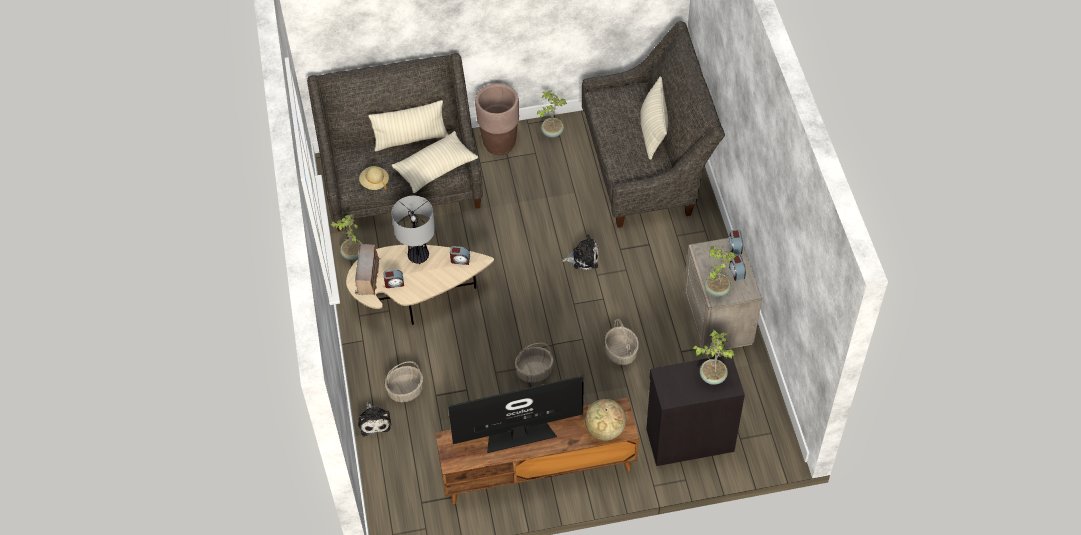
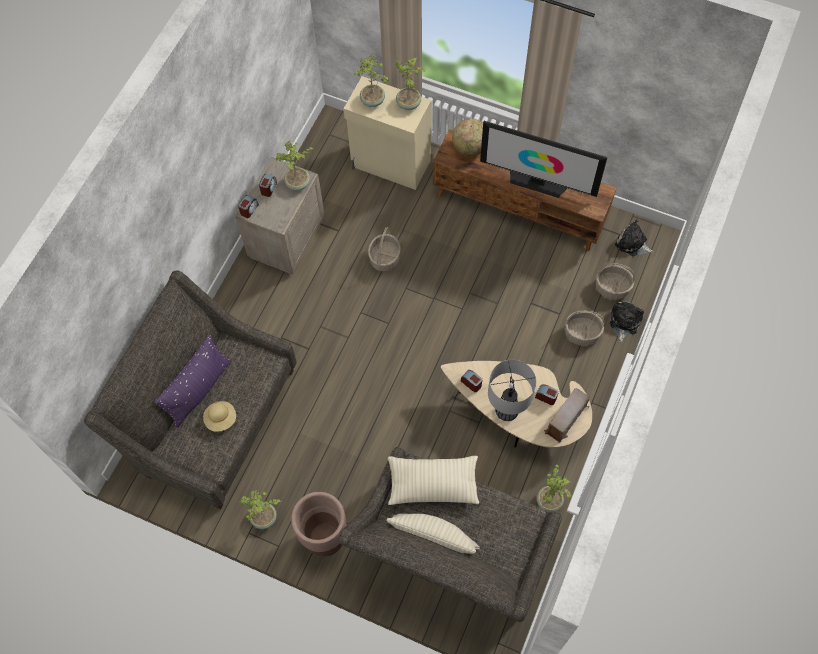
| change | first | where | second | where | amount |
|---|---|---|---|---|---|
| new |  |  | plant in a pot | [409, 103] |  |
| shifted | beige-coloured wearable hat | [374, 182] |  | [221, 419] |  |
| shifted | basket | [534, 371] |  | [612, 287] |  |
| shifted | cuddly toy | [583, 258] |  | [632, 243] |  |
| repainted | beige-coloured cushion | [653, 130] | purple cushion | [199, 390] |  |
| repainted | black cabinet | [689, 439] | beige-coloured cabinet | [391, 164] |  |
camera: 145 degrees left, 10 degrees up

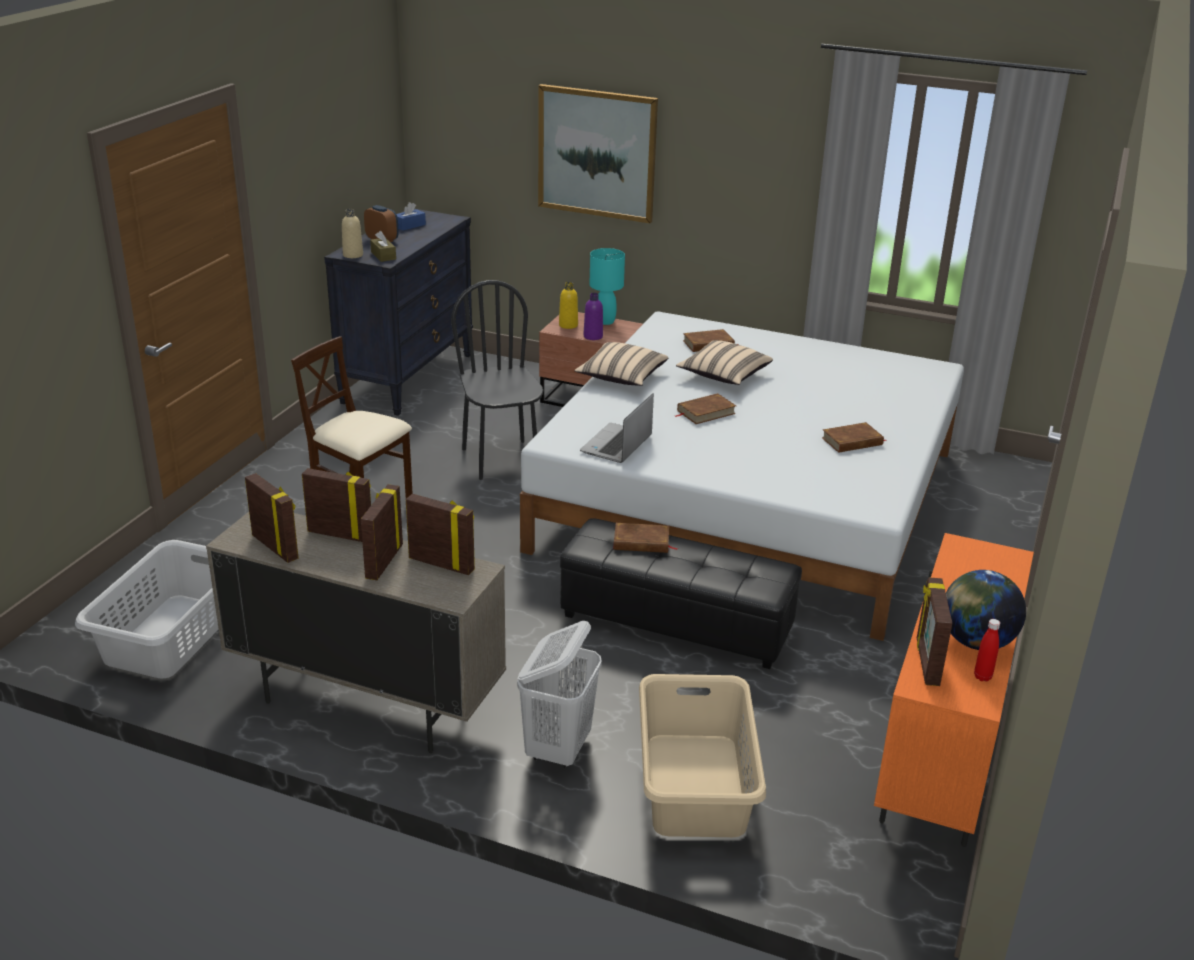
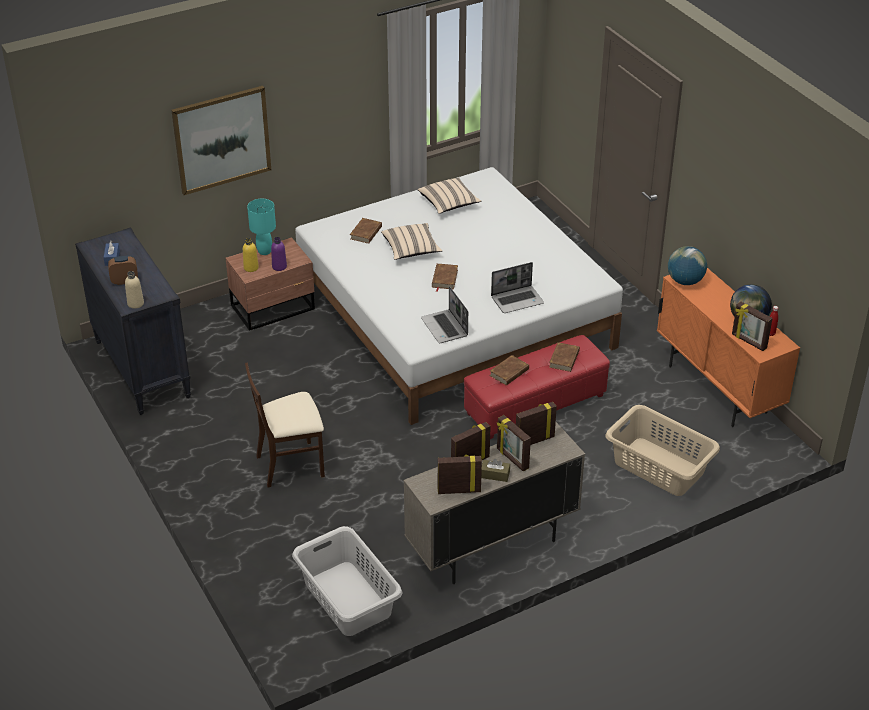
| change | first | where | second | where | amount |
|---|---|---|---|---|---|
| gone | black upright chair | [501, 460] |  |  |  |
| gone | white-coloured laundry basket | [558, 748] |  |  |  |
| new |  |  | notebook computer | [517, 300] |  |
| new |  |  | desk globe | [685, 281] |  |
| shifted | brownish tissue holder | [383, 255] |  | [495, 475] |  |
| shifted | beige-coloured cushion | [621, 378] |  | [449, 204] |  |
| shifted | brownish book | [852, 441] |  | [564, 359] |  |
| repainted | black footrest | [677, 622] | red footrest | [535, 404] |  |
camera: 50 degrees left, 10 degrees up

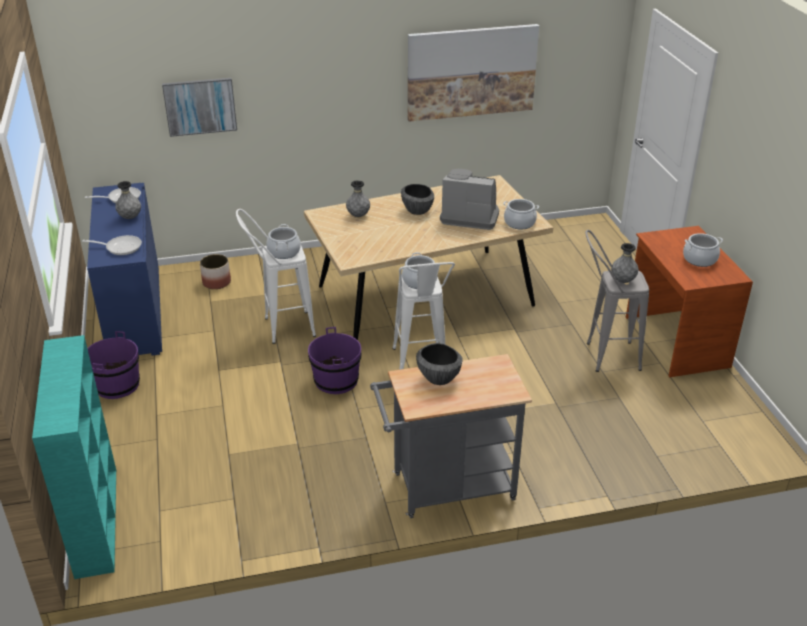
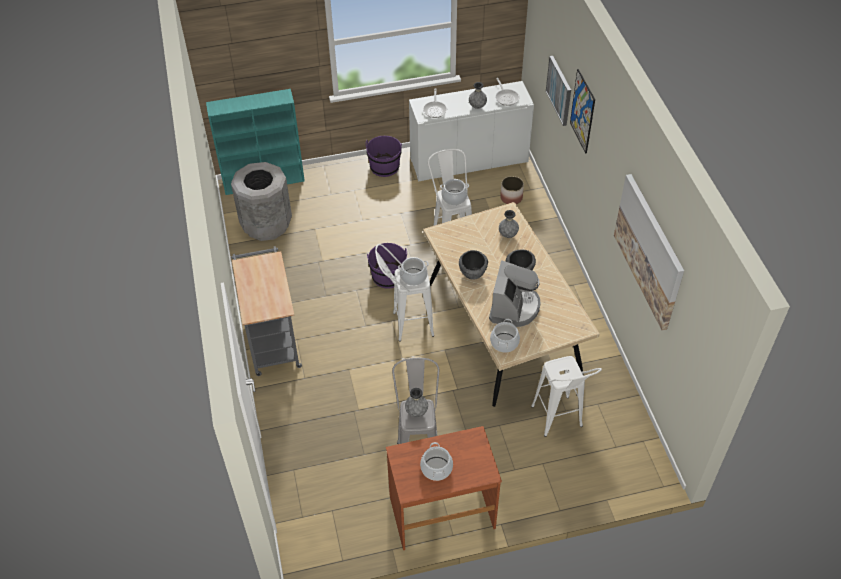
| change | first | where | second | where | amount |
|---|---|---|---|---|---|
| new |  |  | gray rubbish bin | [266, 224] |  |
| new |  |  | white-coloured stool seat | [559, 423] |  |
| new |  |  | picture | [582, 111] |  |
| shifted | deep dish | [439, 379] |  | [472, 274] |  |
| repainted | bluish cabinet | [135, 311] | white-coloured cabinet | [469, 160] |  |
camera: 90 degrees right, 15 degrees up

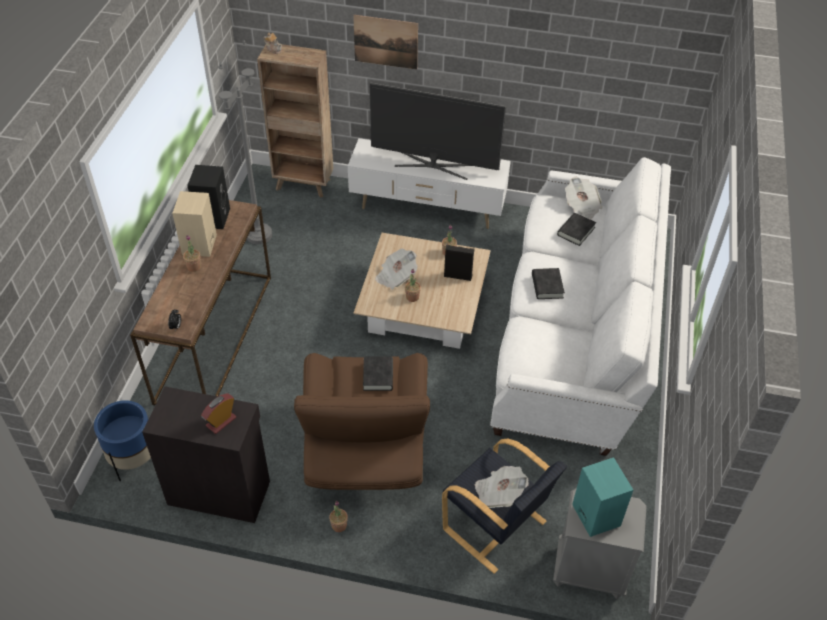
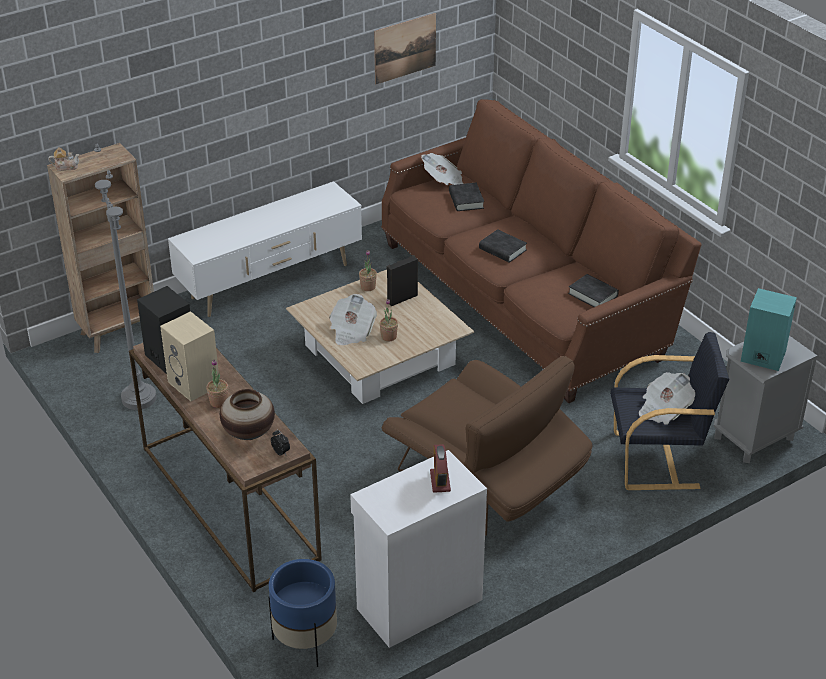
| change | first | where | second | where | amount |
|---|---|---|---|---|---|
| gone | plant in a pot | [339, 525] |  |  |  |
| gone | TV set | [434, 165] |  |  |  |
| new |  |  | decorative vase | [248, 433] |  |
| shifted | picture | [386, 42] |  | [405, 48] |  |
| shifted | black book | [378, 376] |  | [593, 295] |  |
| repainted | black cabinet | [219, 491] | white-coloured cabinet | [417, 603] |  |
| repainted | white-coloured sofa | [574, 335] | brownish sofa | [526, 297] |  |
camera: 45 degrees left, 10 degrees down

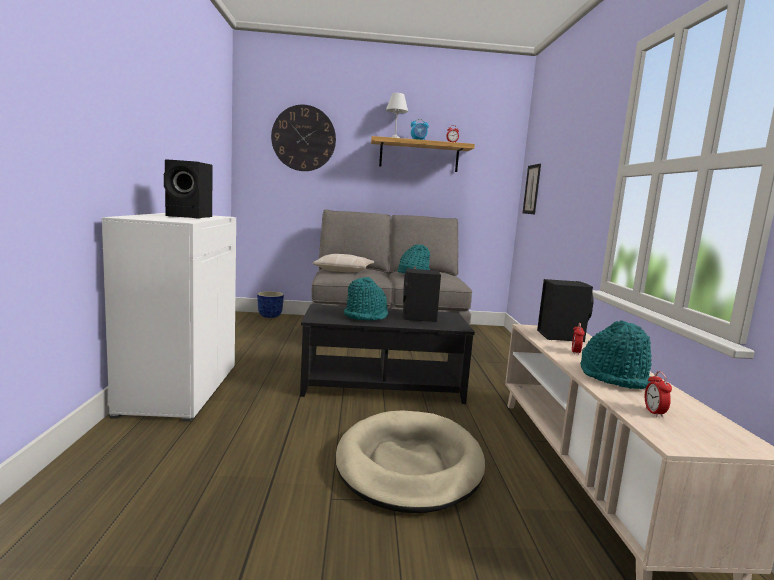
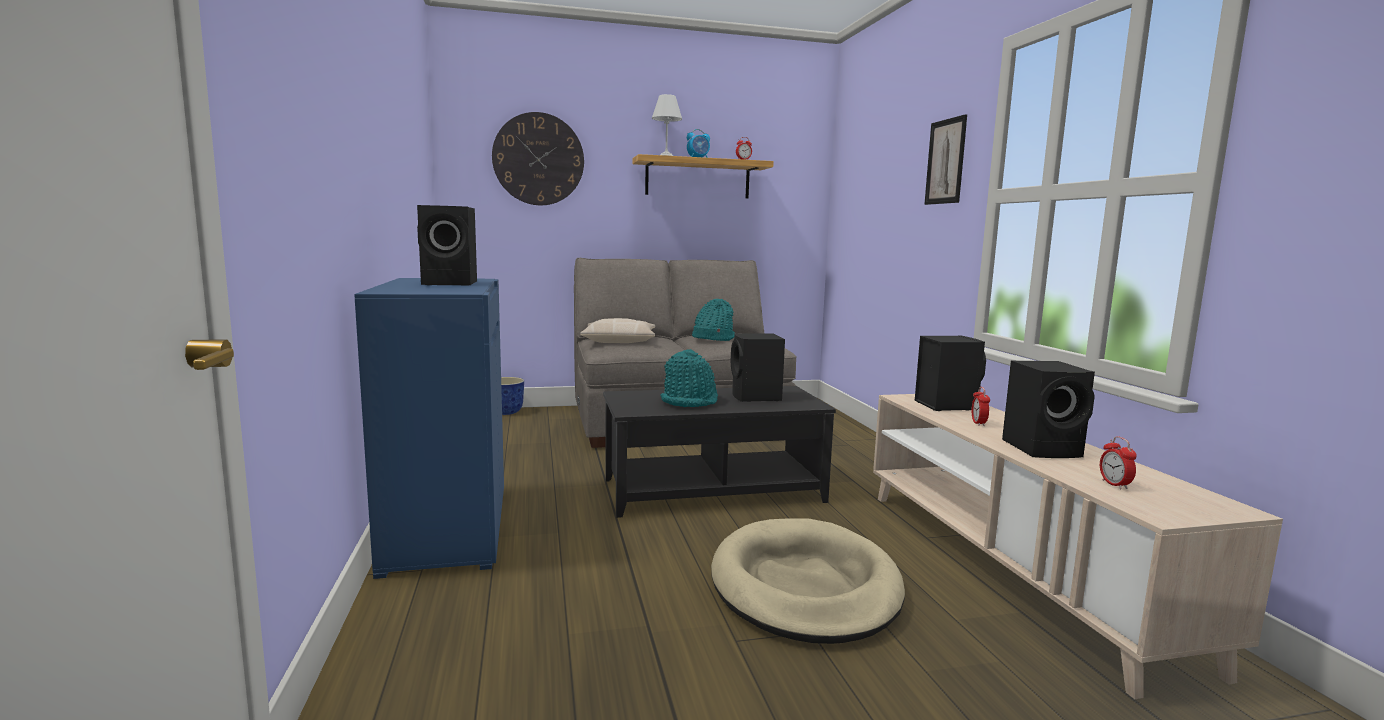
| change | first | where | second | where | amount |
|---|---|---|---|---|---|
| shifted | picture | [532, 189] |  | [945, 161] |  |
| swapped | turquoise wearable hat | [615, 377] | black loudspeaker | [1044, 449] |  |
| repainted | white-coloured cabinet | [179, 389] | bluish cabinet | [446, 527] |  |
camera: 10 degrees left, 0 degrees up

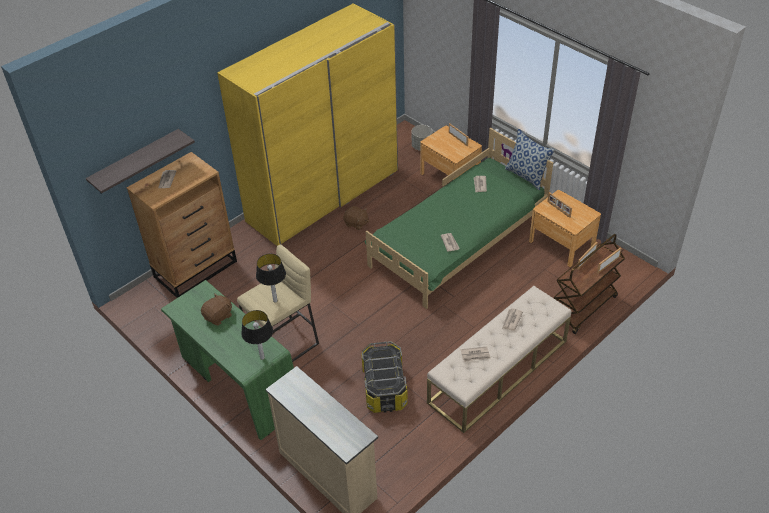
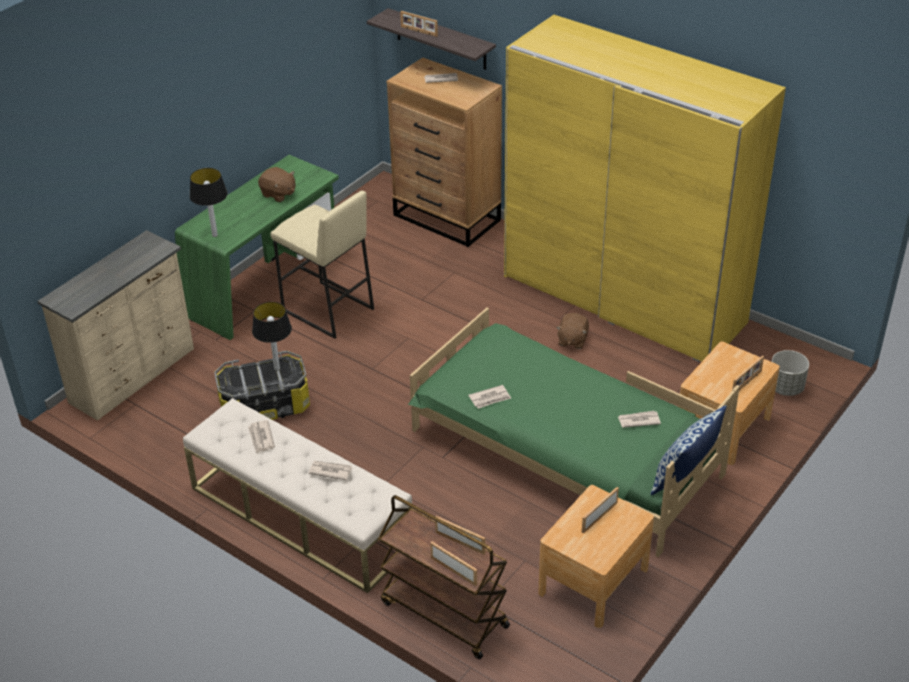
| change | first | where | second | where | amount |
|---|---|---|---|---|---|
| new |  |  | photo frame | [418, 31] |  |
| shifted | lamp for a table | [275, 300] |  | [277, 369] |  |
camera: 80 degrees right, 5 degrees down

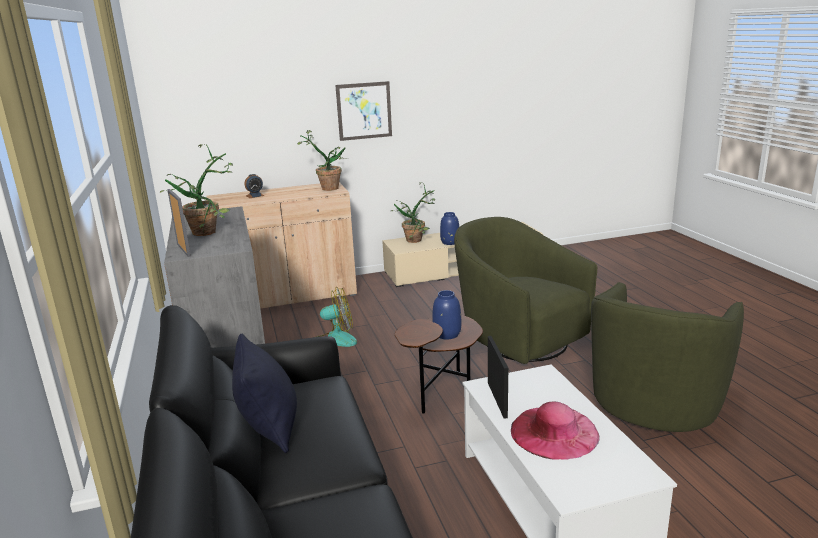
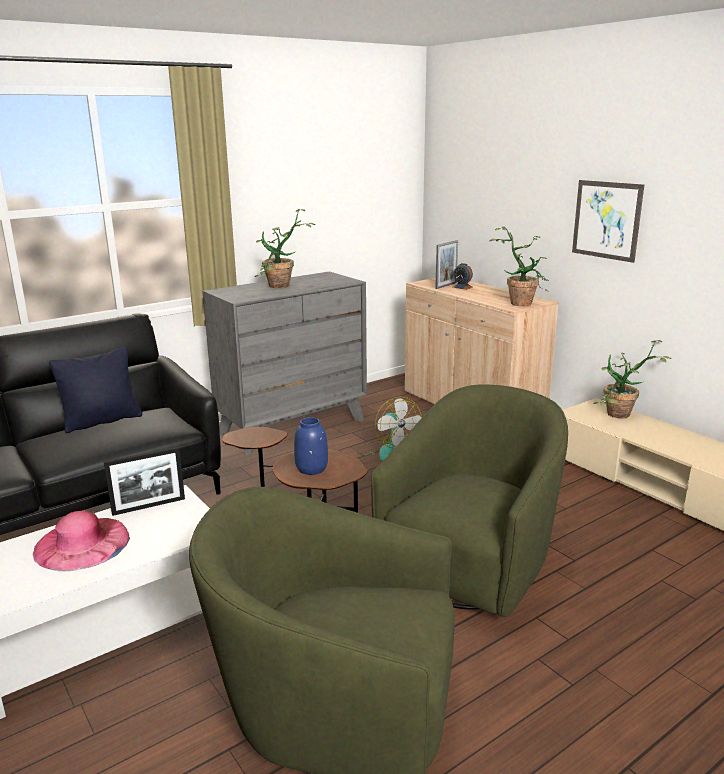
| change | first | where | second | where | amount |
|---|---|---|---|---|---|
| gone | bluish decorative vase | [450, 242] |  |  |  |
| shifted | photo frame | [183, 250] |  | [446, 285] |  |
camera: 70 degrees right, 0 degrees up

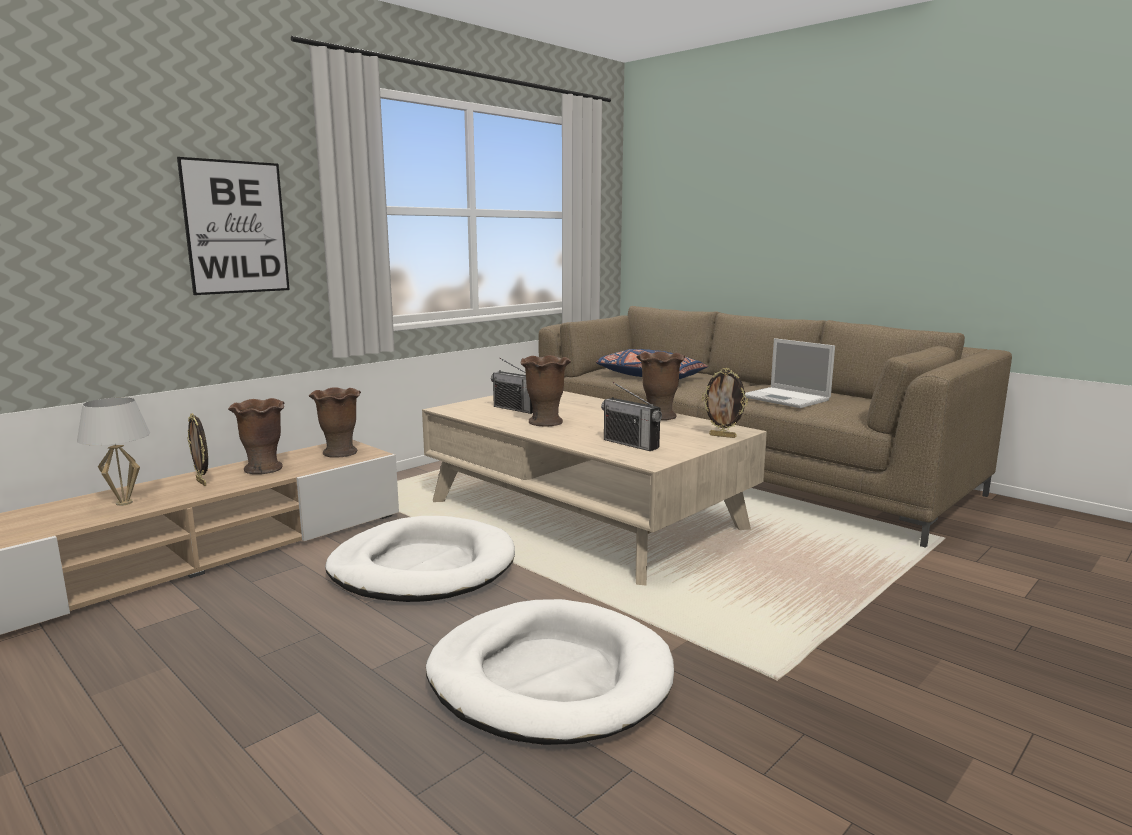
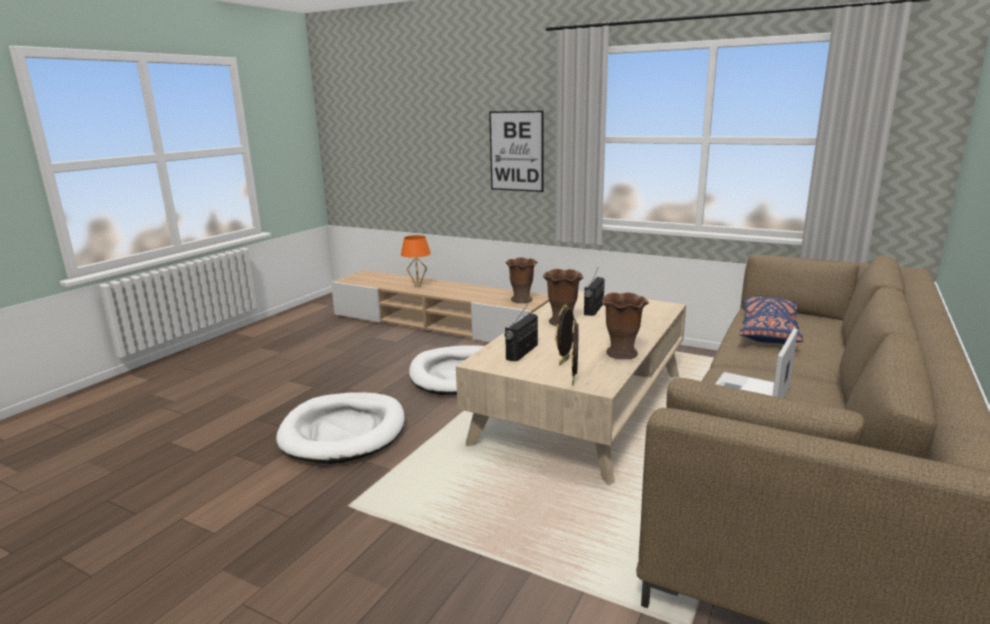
| change | first | where | second | where | amount |
|---|---|---|---|---|---|
| gone | brownish decorative vase | [263, 469] |  |  |  |
| shifted | photo frame | [202, 482] |  | [565, 361] |  |
| repainted | white-coloured lamp for a table | [124, 503] | orangey lamp for a table | [417, 286] |  |
camera: 75 degrees right, 5 degrees up

